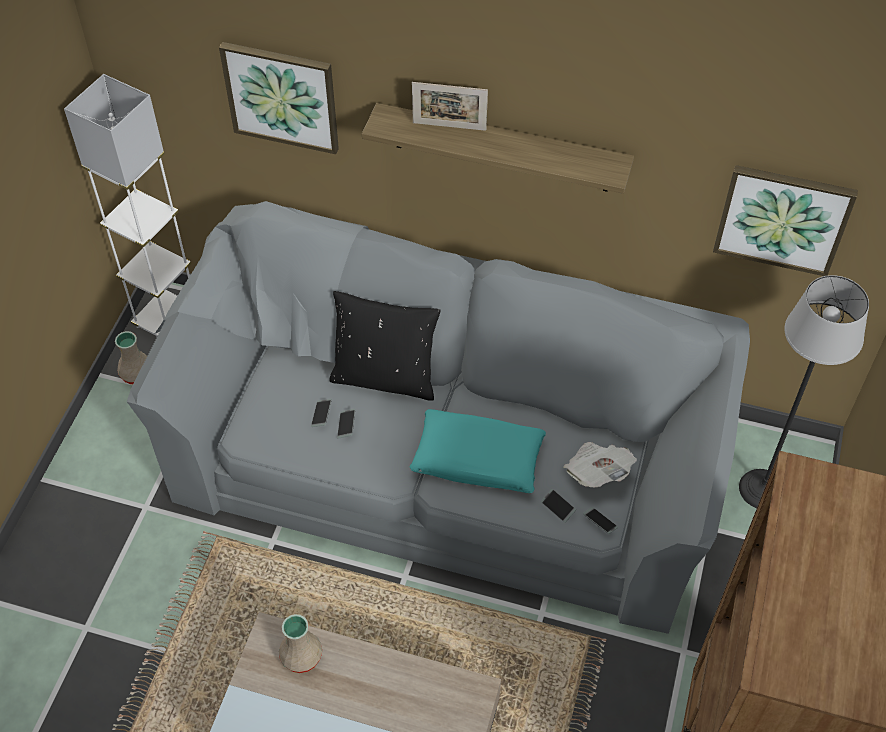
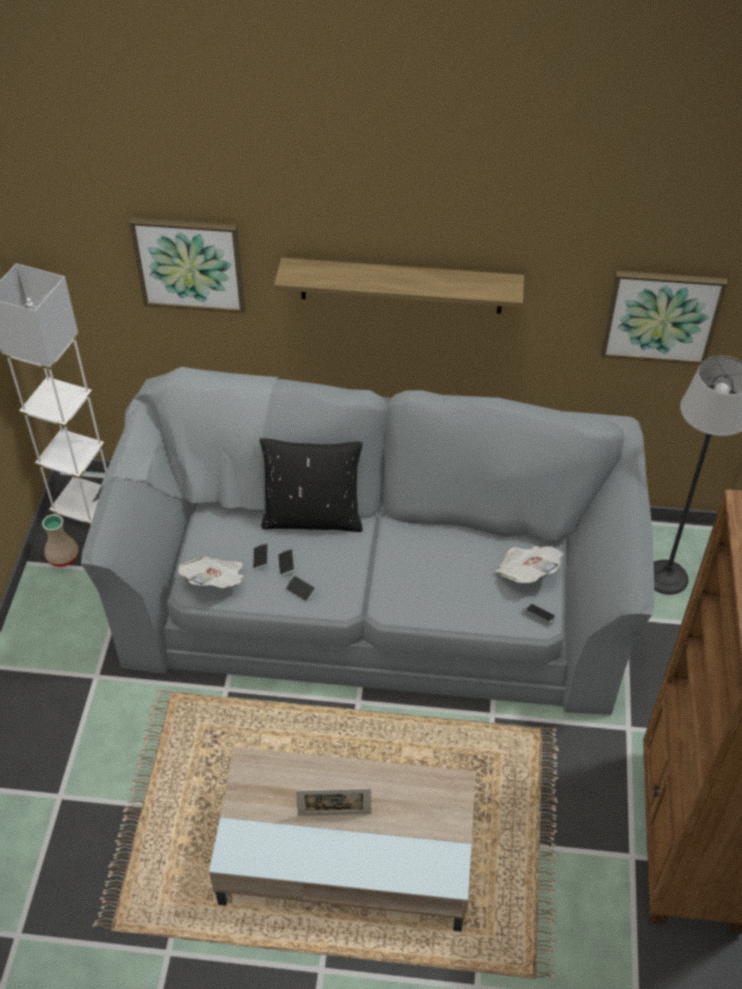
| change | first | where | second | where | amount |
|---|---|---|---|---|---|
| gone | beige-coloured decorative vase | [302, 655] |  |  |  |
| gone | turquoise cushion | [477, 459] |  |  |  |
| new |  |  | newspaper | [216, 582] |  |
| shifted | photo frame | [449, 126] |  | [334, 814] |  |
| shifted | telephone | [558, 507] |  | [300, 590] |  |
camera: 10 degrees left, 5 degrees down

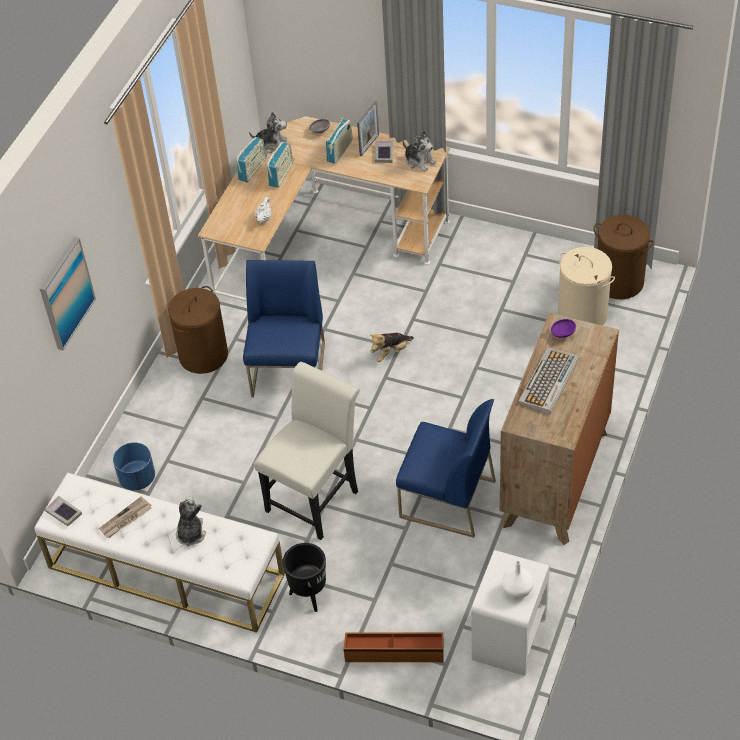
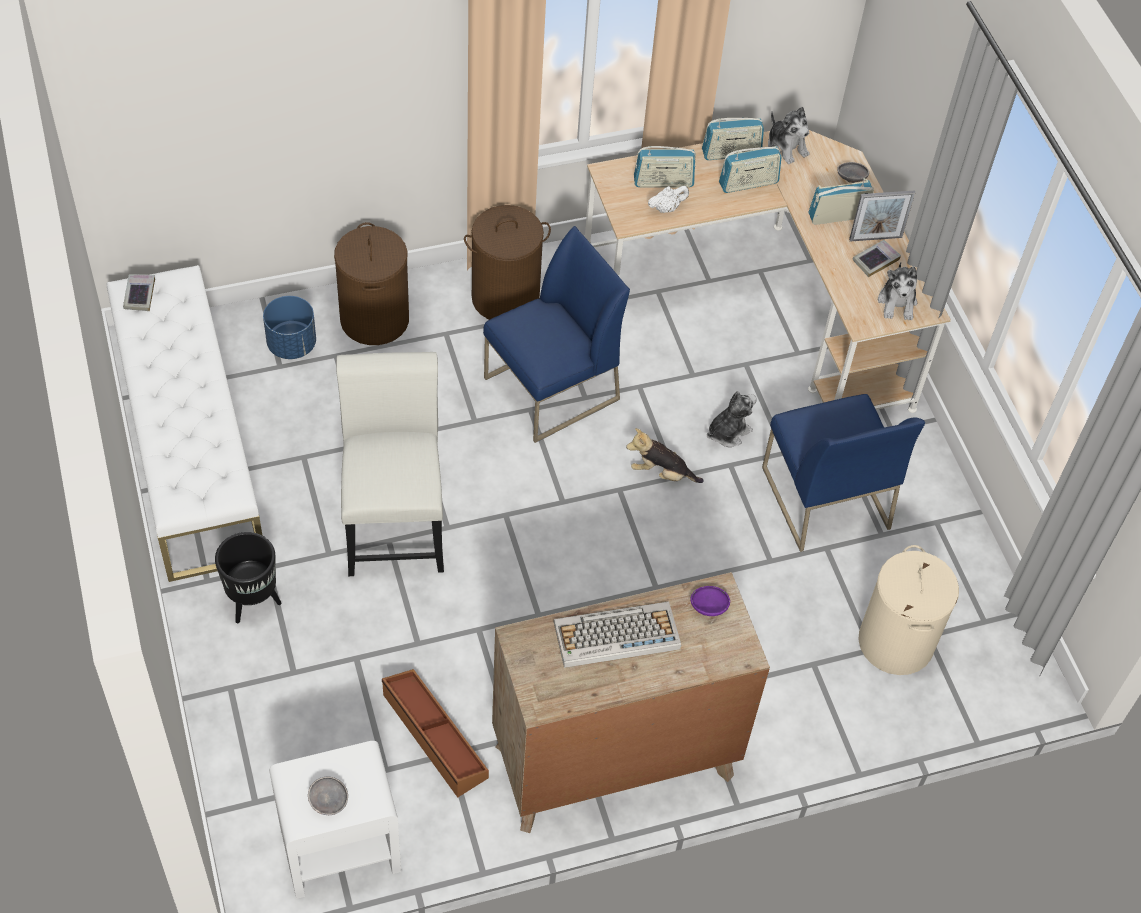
| change | first | where | second | where | amount |
|---|---|---|---|---|---|
| gone | picture | [66, 293] |  |  |  |
| gone | newspaper | [125, 519] |  |  |  |
| new |  |  | radio | [663, 182] |  |
| shifted | cuddly toy | [190, 533] |  | [728, 432] |  |
| shifted | brownish storage bin | [394, 651] |  | [433, 737] |  |
| shifted | bluish upright chair | [446, 499] |  | [824, 497] |  |
| shifted | brownish laundry basket | [618, 282] |  | [374, 319] |  |
| swapped | white-coloured decorative vase | [517, 591] | gray deep dish | [329, 802] |  |
| rotated | white-coloured upright chair | [316, 496] |  | [394, 525] | 90 degrees counterclockwise |
camera: 45 degrees right, 5 degrees up

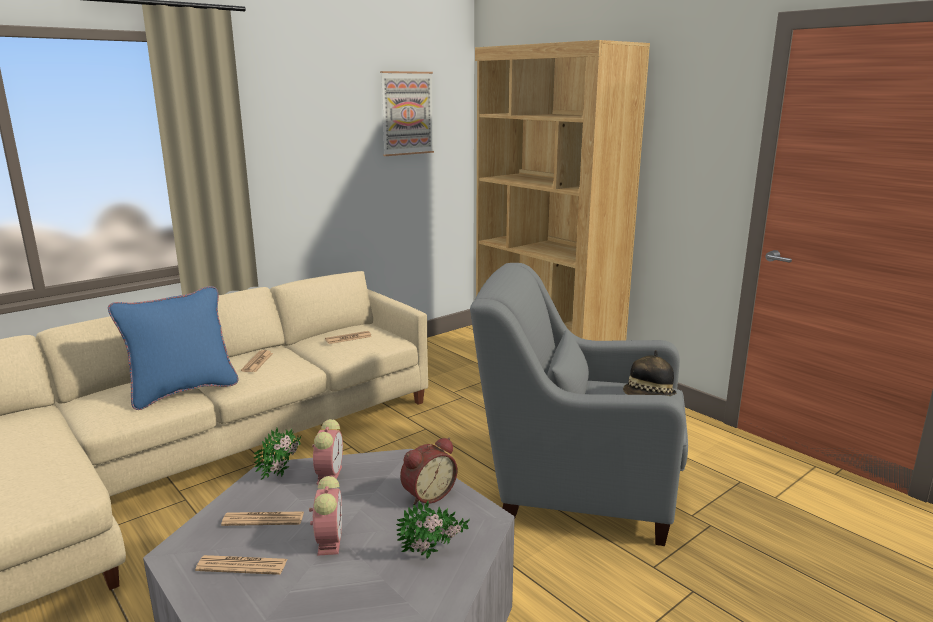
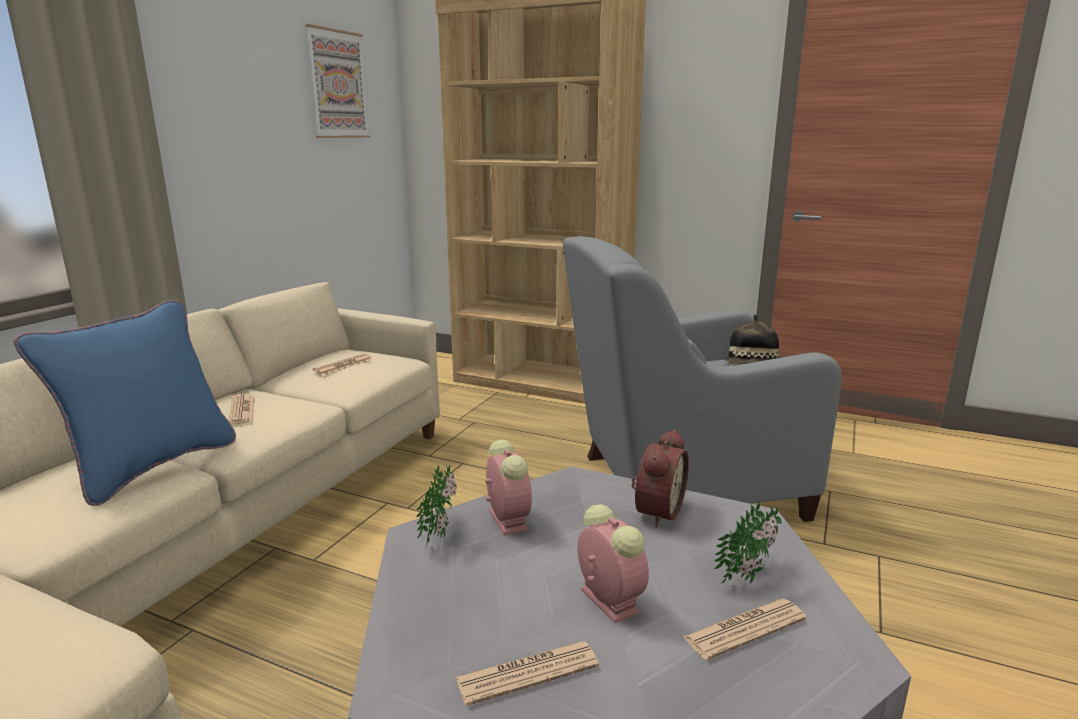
| change | first | where | second | where | amount |
|---|---|---|---|---|---|
| shifted | newspaper | [263, 519] |  | [745, 629] |  |
camera: 25 degrees left, 0 degrees up

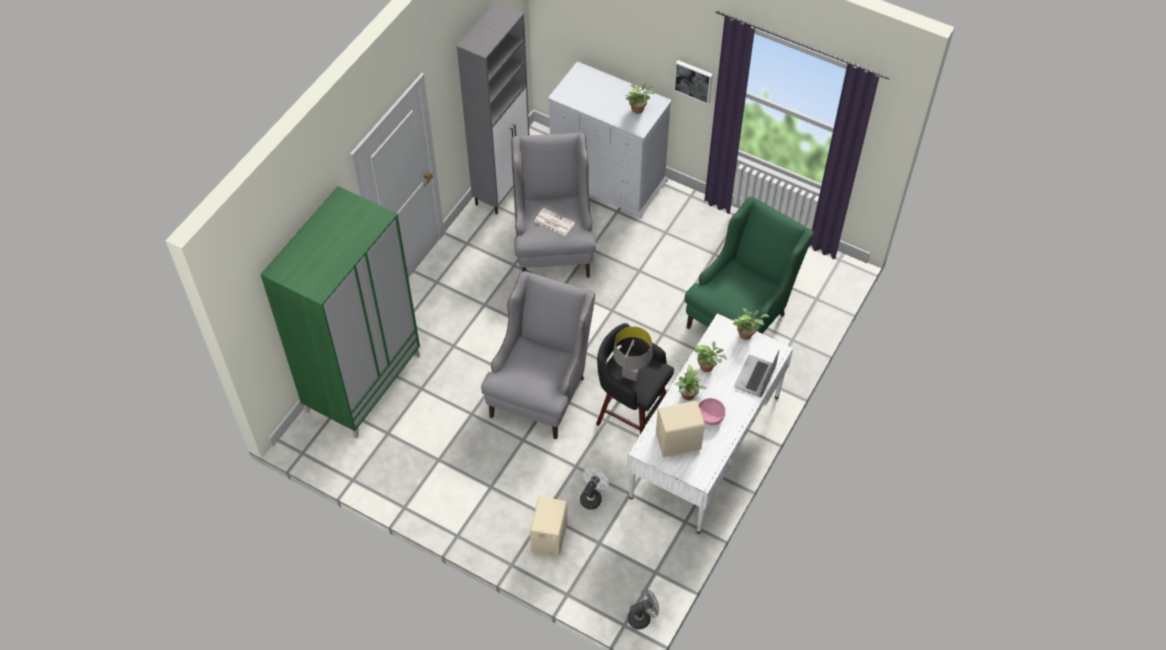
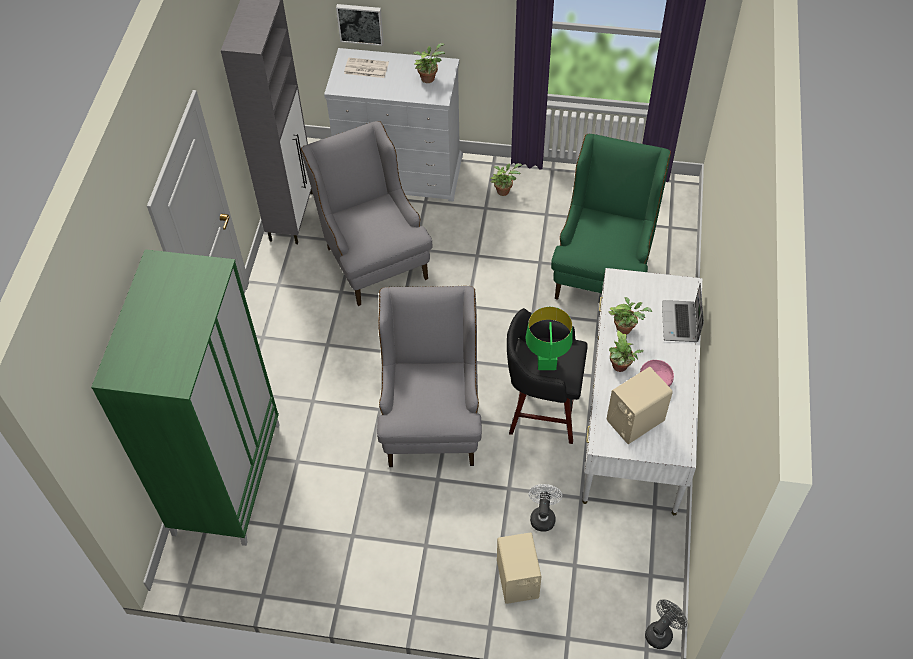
| change | first | where | second | where | amount |
|---|---|---|---|---|---|
| shifted | newspaper | [553, 222] |  | [365, 68] |  |
| shifted | picture | [694, 80] |  | [360, 23] |  |
| shifted | plant in a pot | [747, 334] |  | [504, 190] |  |
| repainted | gray lamp for a table | [631, 374] | green-coloured lamp for a table | [546, 363] |  |
camera: 20 degrees left, 0 degrees up

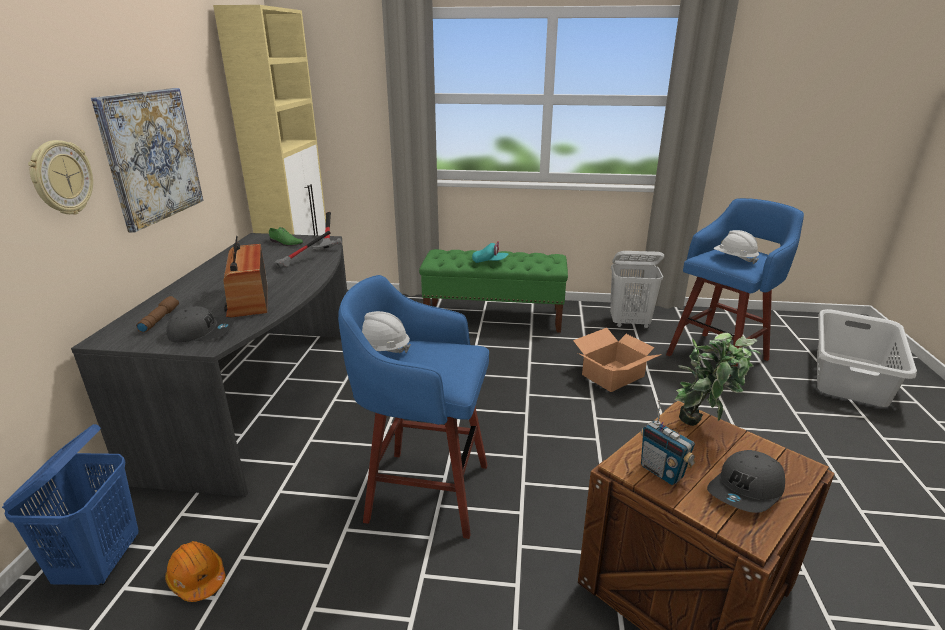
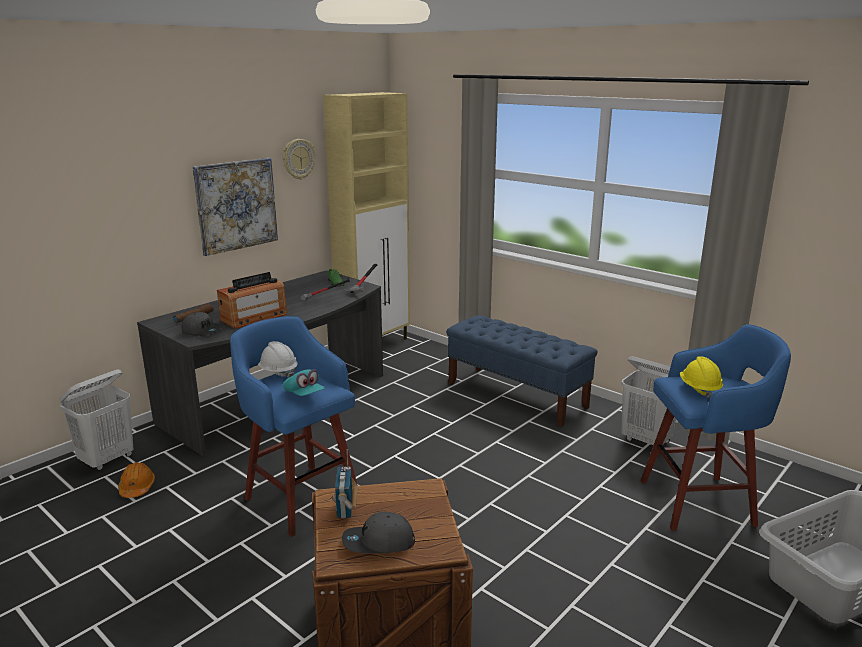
| change | first | where | second | where | amount |
|---|---|---|---|---|---|
| gone | cardboard box | [614, 375] |  |  |  |
| gone | plant in a pot | [703, 425] |  |  |  |
| shifted | wall clock | [61, 178] |  | [298, 159] |  |
| shifted | turquoise cap | [490, 262] |  | [304, 394] |  |
| repainted | bluish laundry basket | [101, 563] | white-coloured laundry basket | [107, 460] |  |
| repainted | green-coloured long seat | [494, 317] | bluish long seat | [517, 395] |  |
| repainted | white-coloured work helmet | [734, 259] | yellow work helmet | [699, 389] |  |
| rotated | radio | [248, 299] |  | [254, 317] | 150 degrees counterclockwise |
camera: 35 degrees right, 5 degrees down

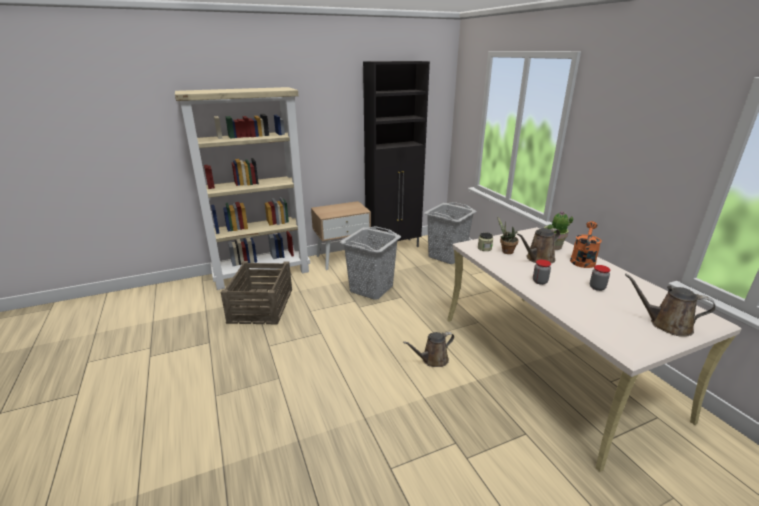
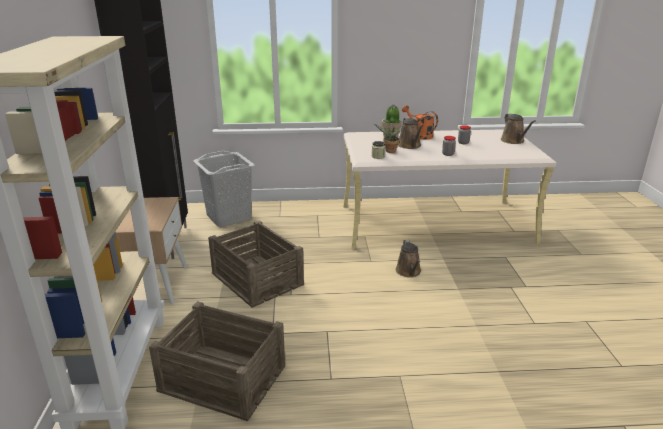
| change | first | where | second | where | amount |
|---|---|---|---|---|---|
| swapped | gray laundry basket | [371, 289] | crate | [257, 278] |  |
| rotated | brownish sprinkling can | [666, 324] |  | [513, 141] | 60 degrees counterclockwise |
camera: 70 degrees left, 0 degrees up

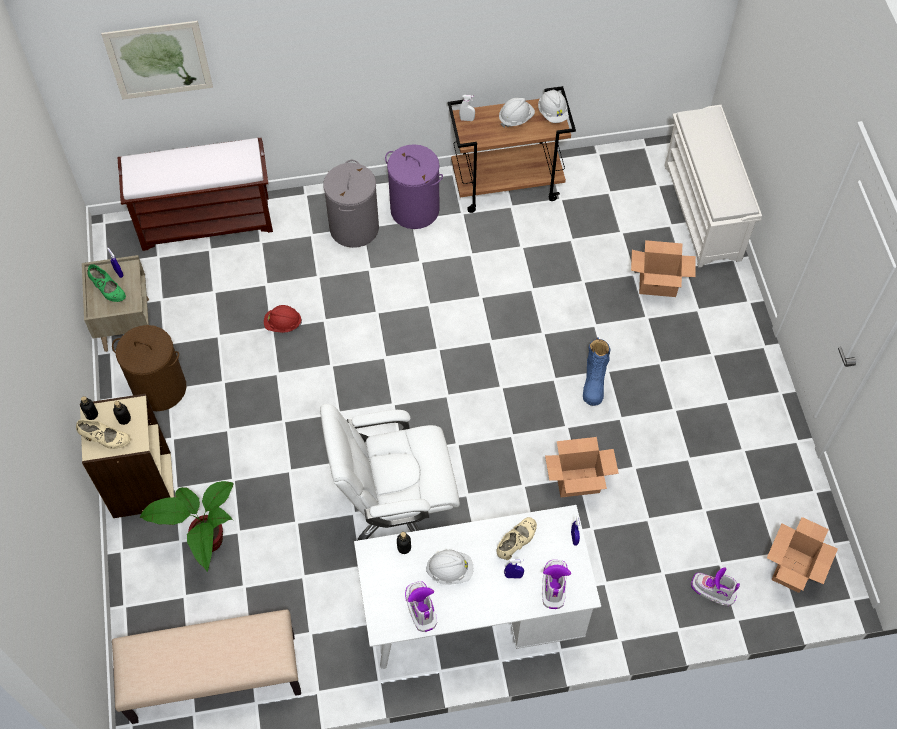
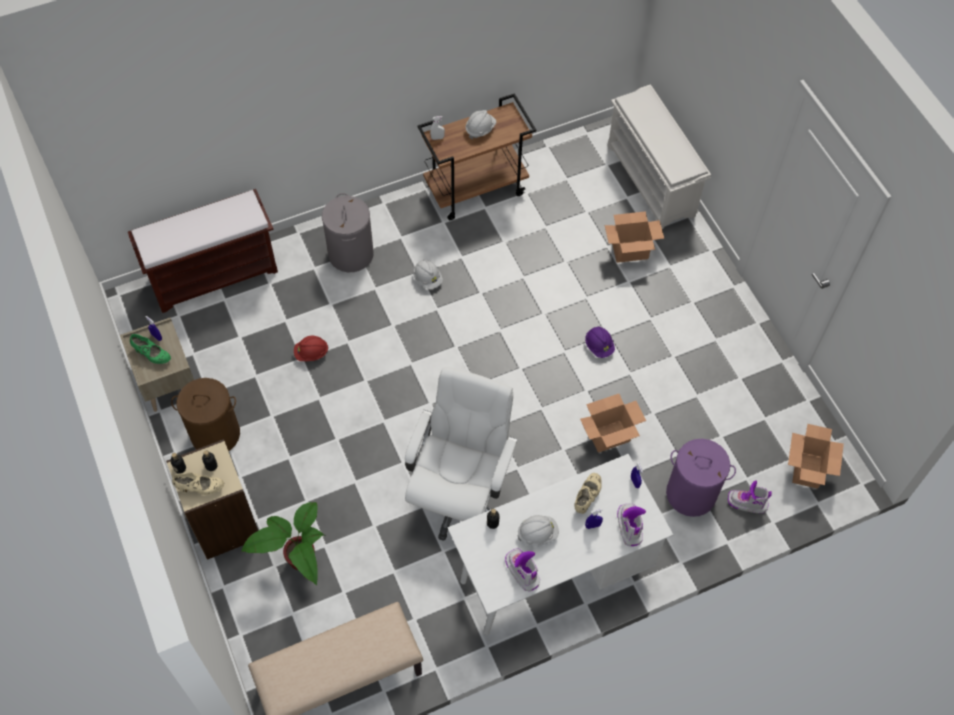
| change | first | where | second | where | amount |
|---|---|---|---|---|---|
| gone | picture | [159, 60] |  |  |  |
| shifted | purple laundry basket | [415, 210] |  | [691, 493] |  |
| shifted | white-coloured work helmet | [553, 113] |  | [427, 279] |  |
| swapped | bluish boot | [594, 381] | purple work helmet | [599, 346] |  |
| rotated | white-coloured office chair | [396, 508] |  | [459, 494] | 135 degrees clockwise |
camera: 15 degrees left, 0 degrees up

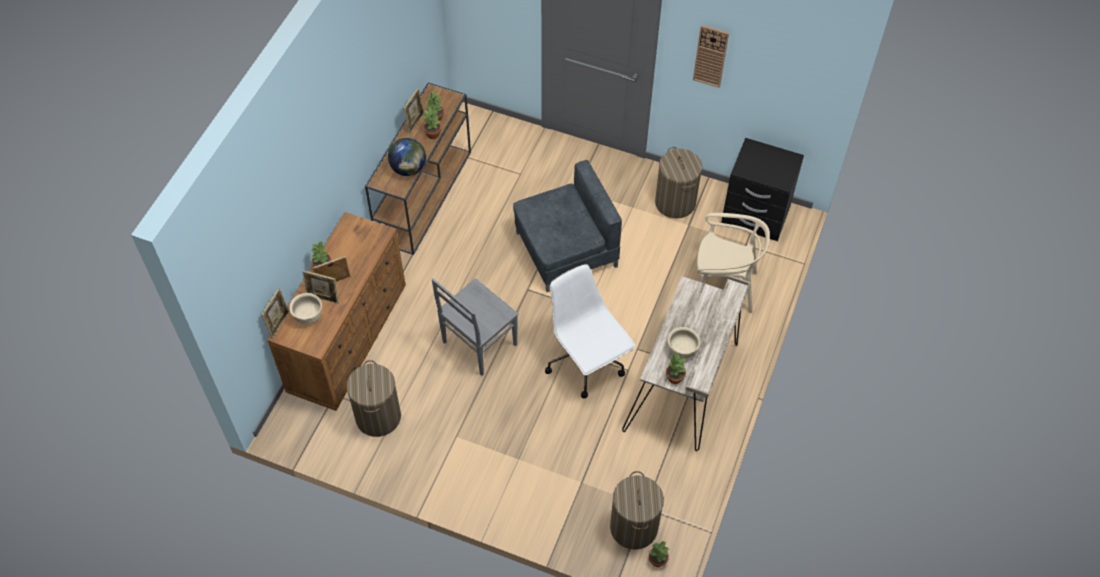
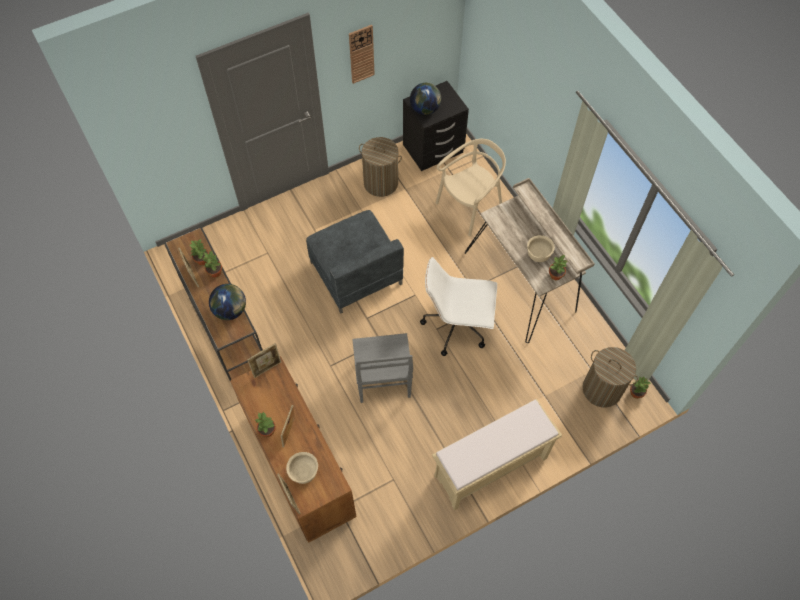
| change | first | where | second | where | amount |
|---|---|---|---|---|---|
| gone | laundry basket | [378, 416] |  |  |  |
| new |  |  | desk globe | [425, 109] |  |
| new |  |  | beige-coloured long seat | [490, 468] |  |
| shifted | photo frame | [323, 298] |  | [267, 368] |  |
| rotated | gray lounge chair | [565, 249] |  | [356, 272] | 135 degrees clockwise |
camera: 50 degrees left, 5 degrees up

